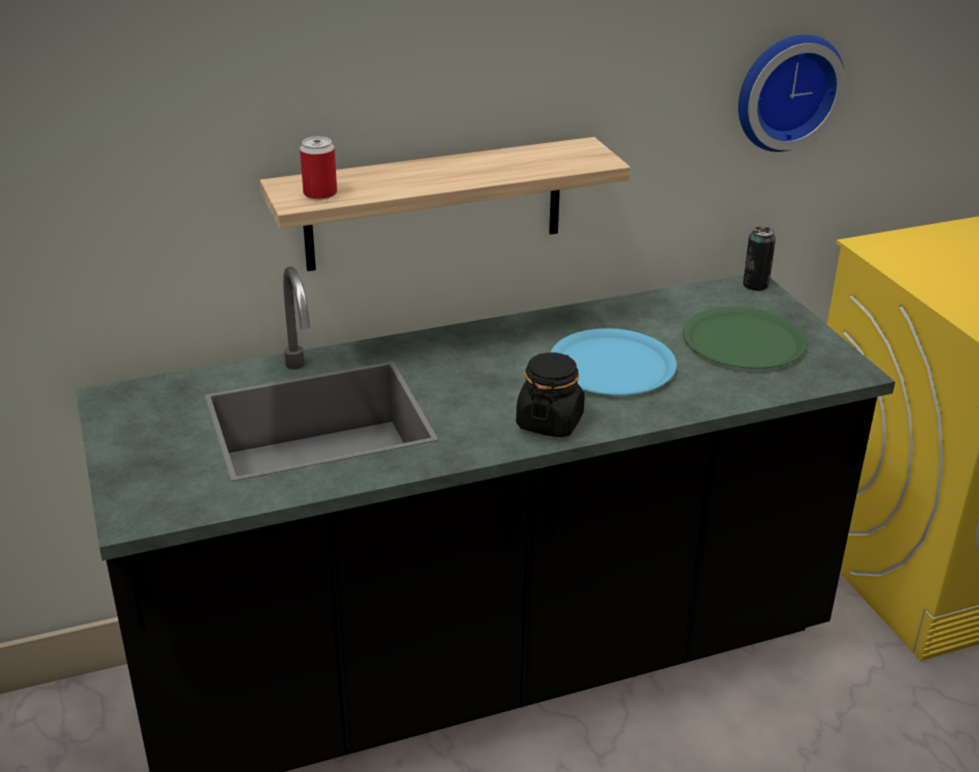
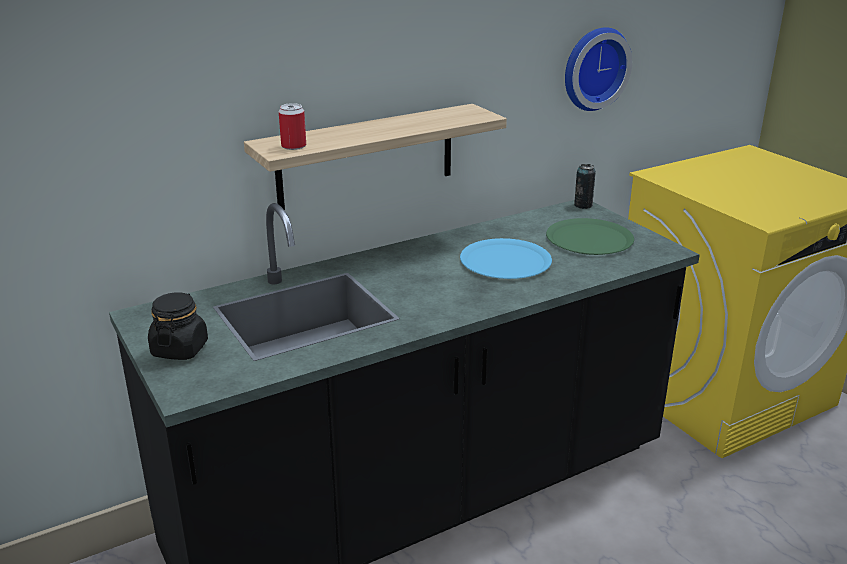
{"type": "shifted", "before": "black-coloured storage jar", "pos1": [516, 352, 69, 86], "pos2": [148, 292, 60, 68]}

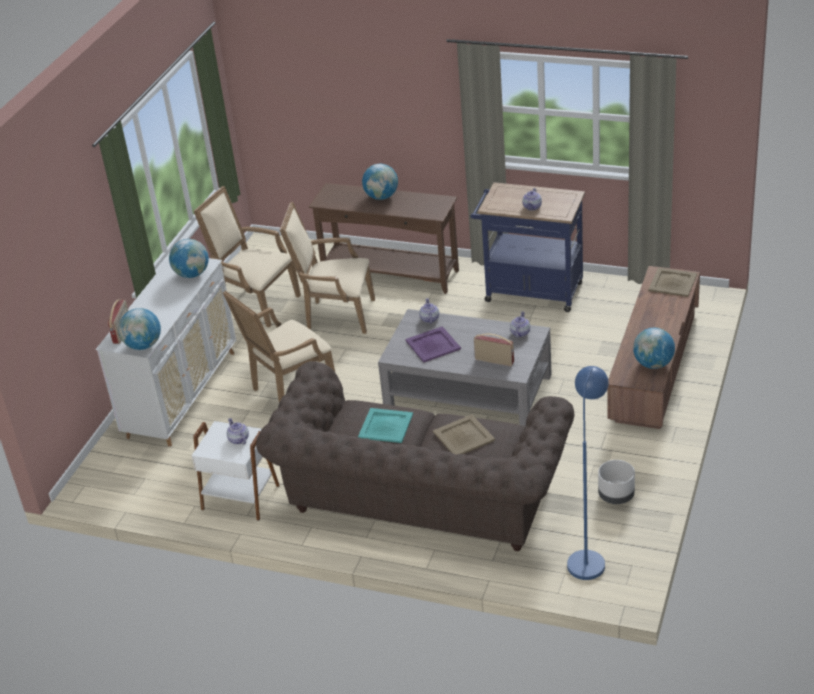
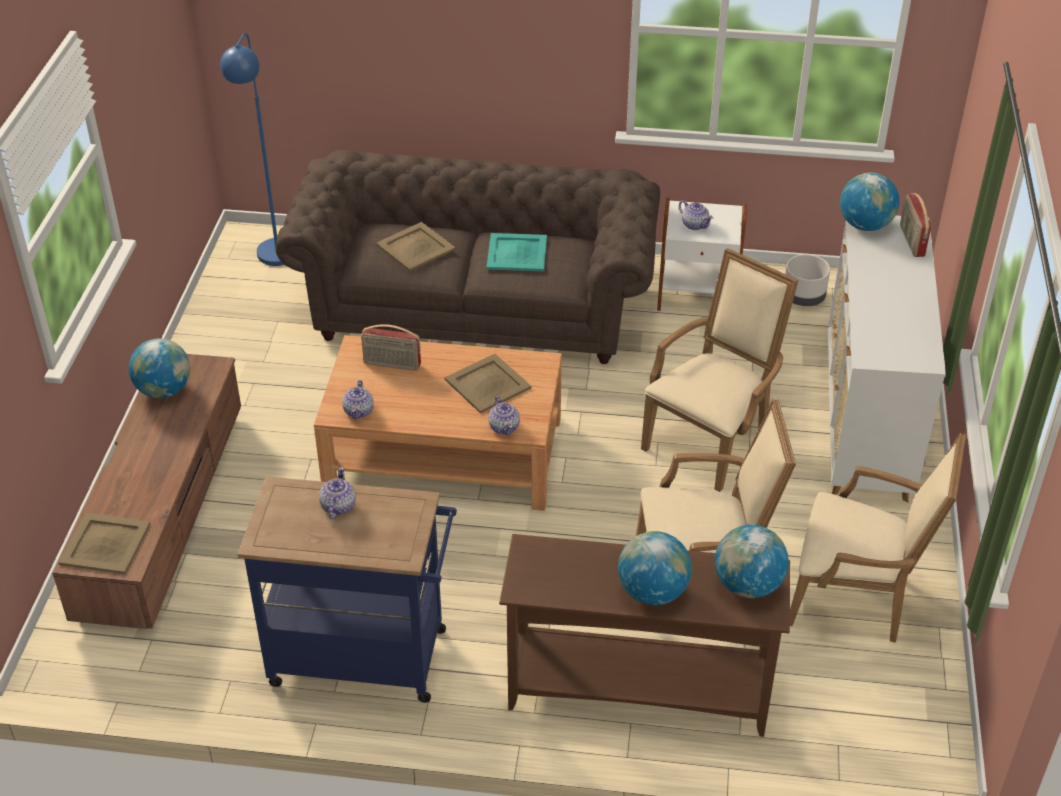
{"type": "repainted", "before": "greyish lounge table", "after": "brownish lounge table", "pos1": [378, 309, 174, 117], "pos2": [314, 335, 248, 176]}
{"type": "repainted", "before": "purple-coloured tray", "after": "sand-coloured tray", "pos1": [405, 326, 56, 37], "pos2": [444, 354, 87, 59]}
{"type": "shifted", "before": "globe", "pos1": [169, 239, 40, 39], "pos2": [715, 525, 74, 73]}
{"type": "shifted", "before": "greyish plant pot", "pos1": [598, 460, 37, 44], "pos2": [785, 254, 45, 52]}

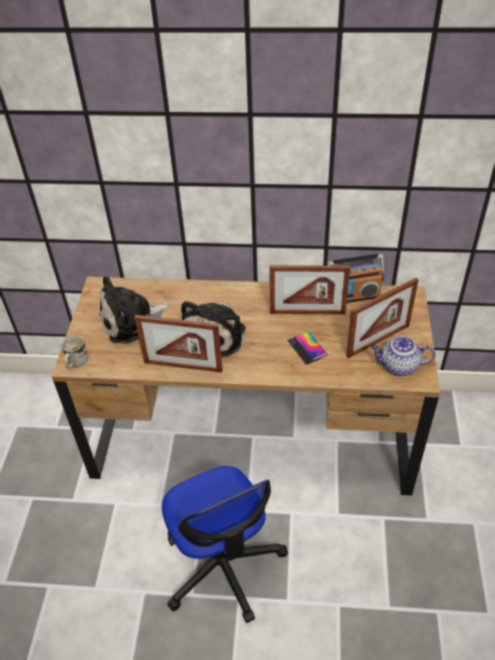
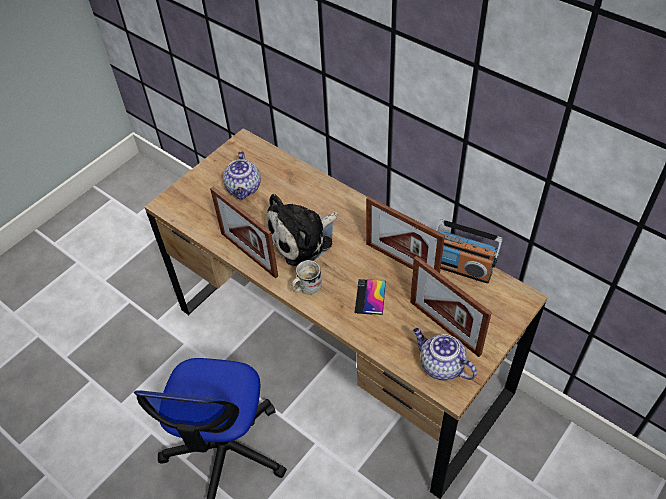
{"type": "swapped", "before": "cuddly toy", "after": "tea pot", "pos1": [99, 276, 71, 68], "pos2": [223, 151, 38, 49]}
{"type": "shifted", "before": "white coffee mug", "pos1": [61, 335, 27, 33], "pos2": [292, 260, 30, 35]}
{"type": "rotated", "before": "picture frame", "pos1": [346, 278, 73, 81], "pos2": [410, 256, 82, 101], "turn": 45}

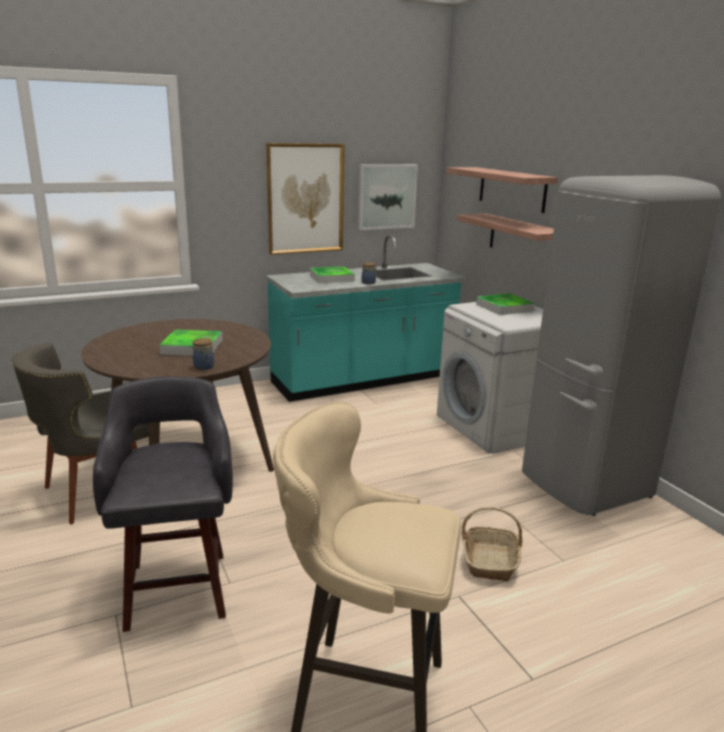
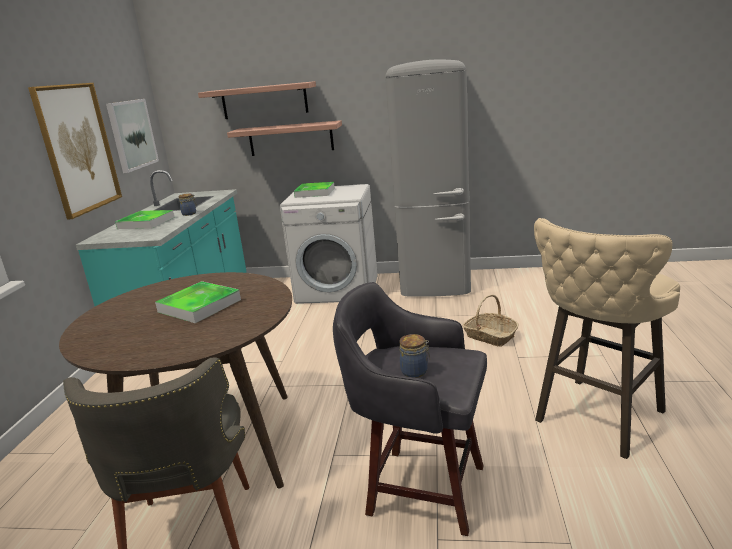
{"type": "shifted", "before": "storage jar", "pos1": [192, 338, 22, 32], "pos2": [399, 334, 31, 44]}

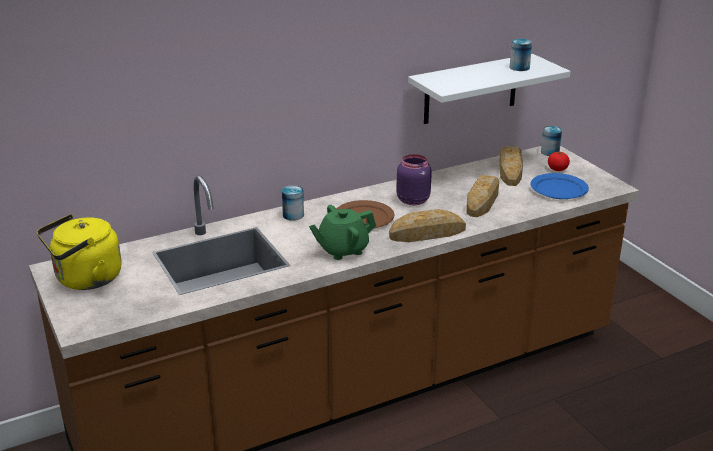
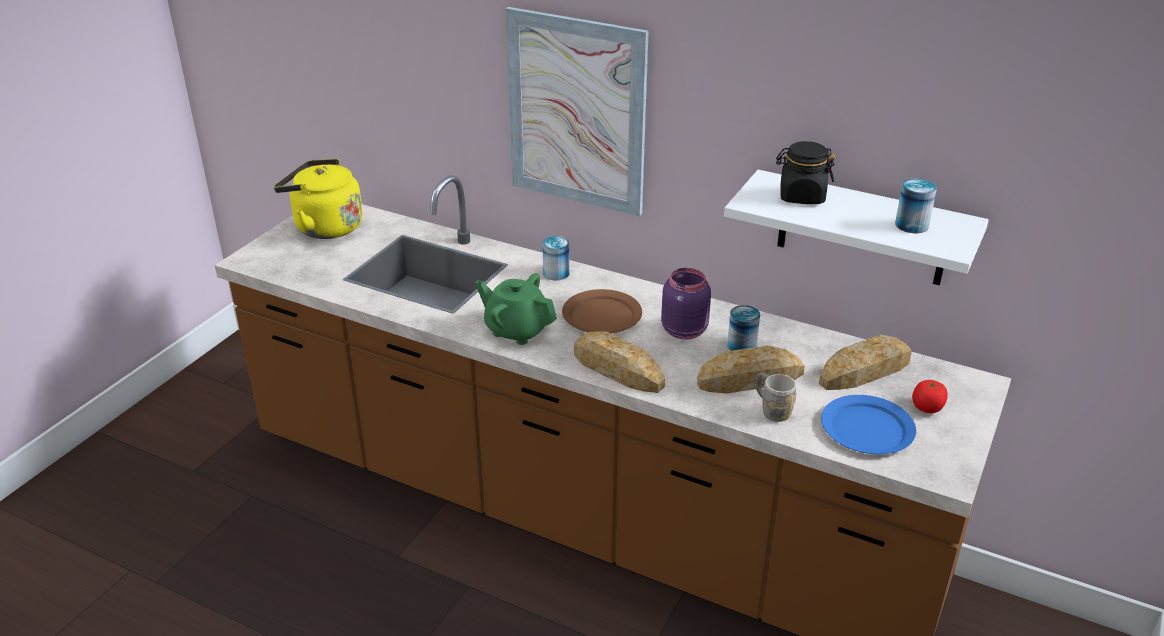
{"type": "new", "after": "wall art", "pos2": [505, 7, 144, 209]}
{"type": "shifted", "before": "can", "pos1": [541, 126, 21, 30], "pos2": [727, 305, 33, 46]}
{"type": "new", "after": "greyish coffee mug", "pos2": [756, 372, 40, 50]}
{"type": "new", "after": "black-coloured storage jar", "pos2": [776, 141, 59, 63]}

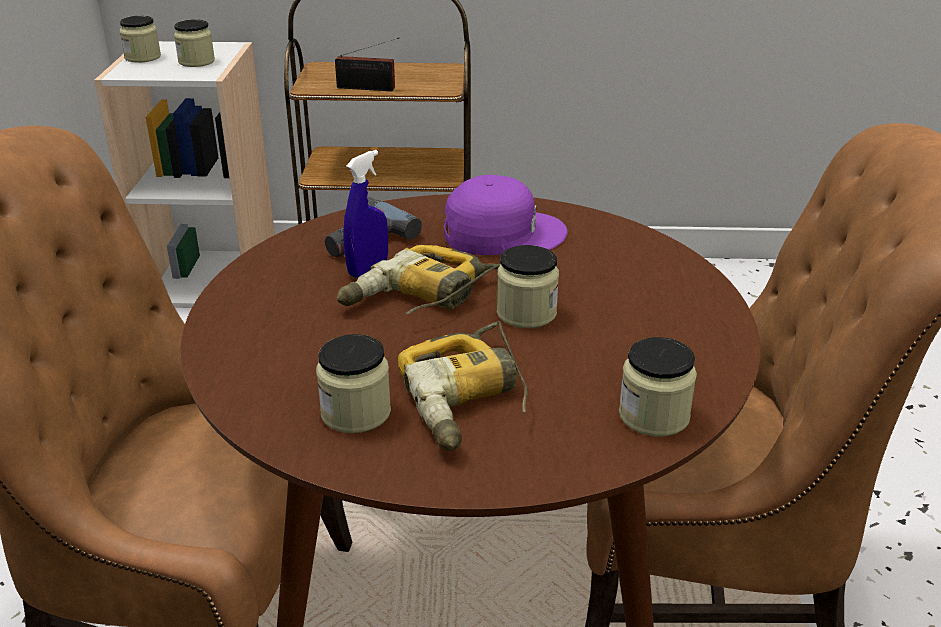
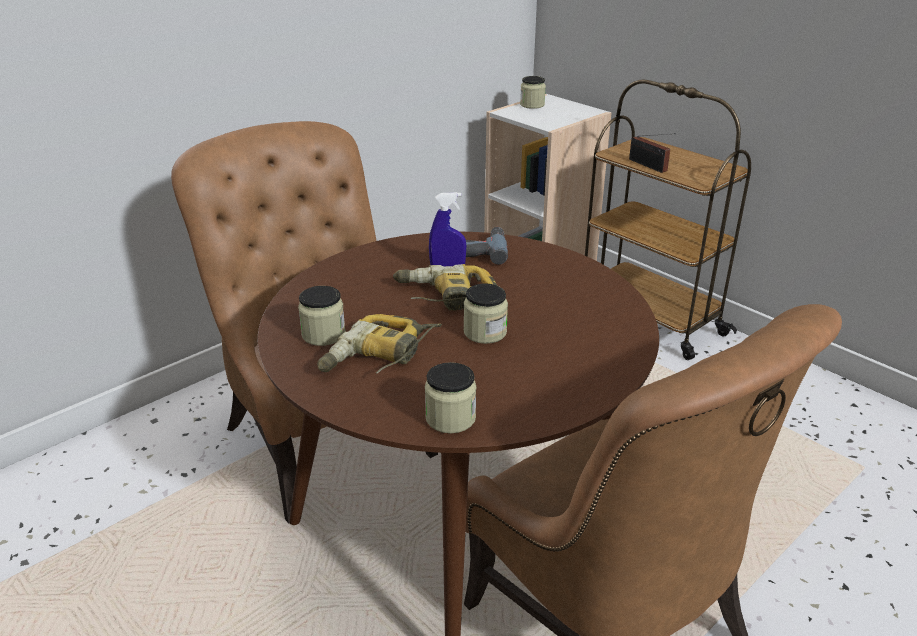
{"type": "gone", "before": "storage jar", "pos1": [174, 19, 41, 48]}
{"type": "gone", "before": "purple-coloured peaked cap", "pos1": [444, 175, 124, 80]}

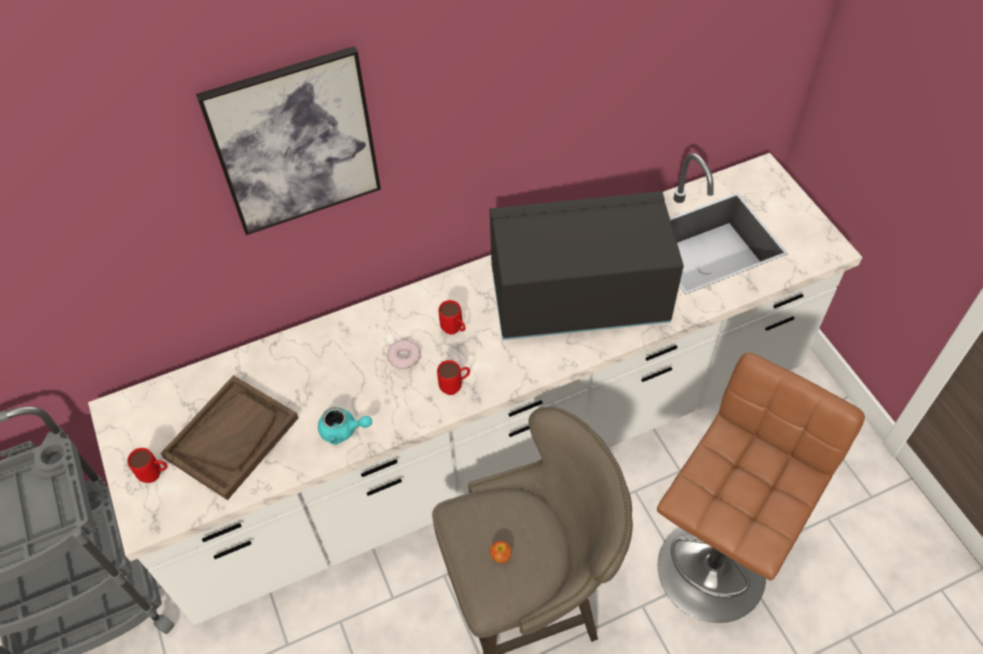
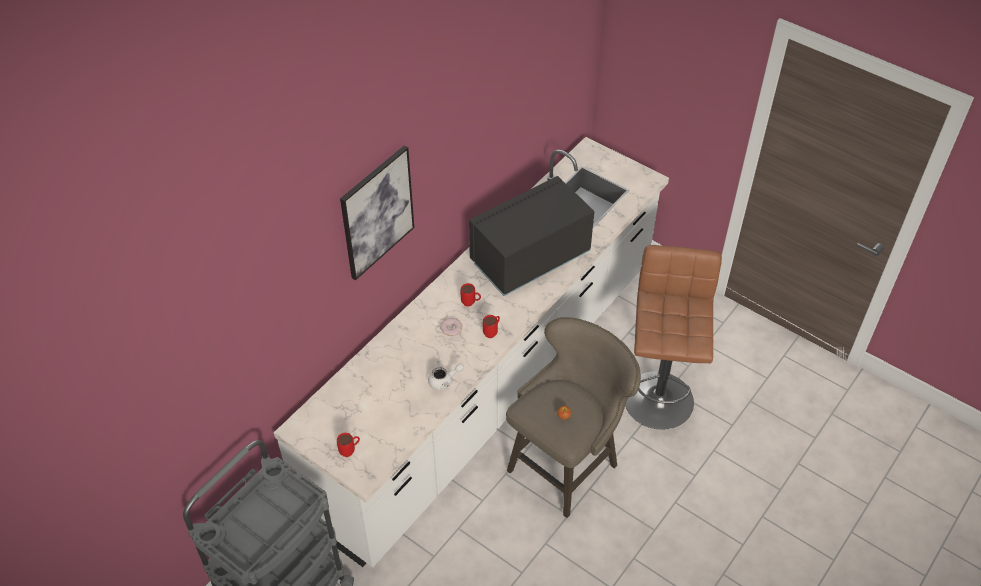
{"type": "repainted", "before": "turquoise tea pot", "after": "white tea pot", "pos1": [318, 407, 54, 38], "pos2": [428, 364, 36, 26]}
{"type": "gone", "before": "brownish tray", "pos1": [160, 375, 138, 125]}

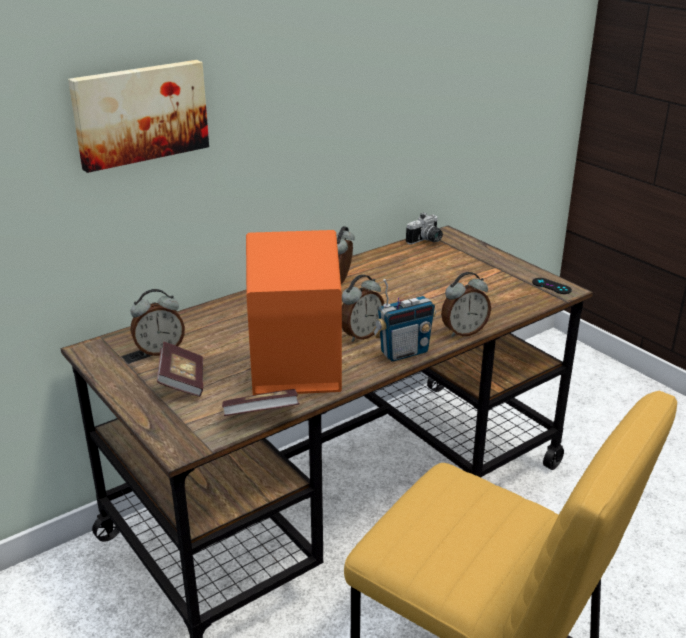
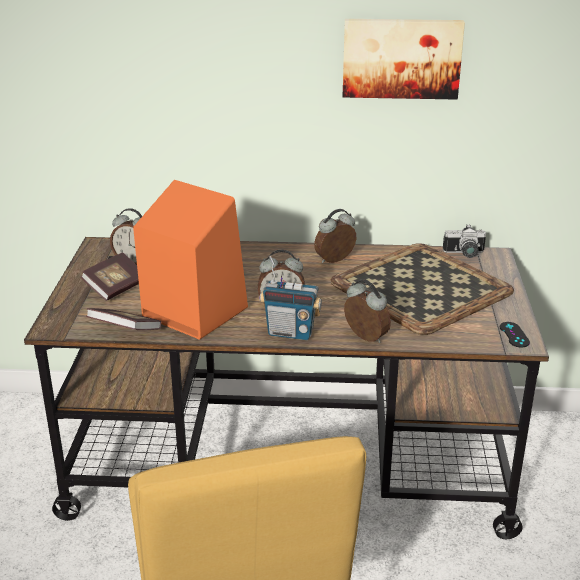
{"type": "new", "after": "tray", "pos2": [330, 243, 184, 92]}
{"type": "shifted", "before": "wall art", "pos1": [68, 60, 141, 113], "pos2": [343, 19, 122, 81]}
{"type": "rotated", "before": "bedside clock", "pos1": [441, 272, 50, 65], "pos2": [344, 279, 47, 64], "turn": -150}

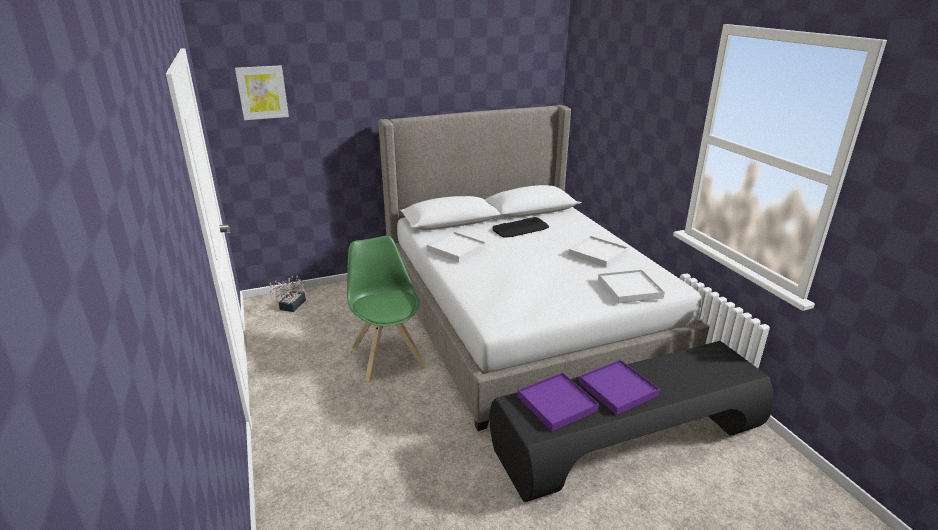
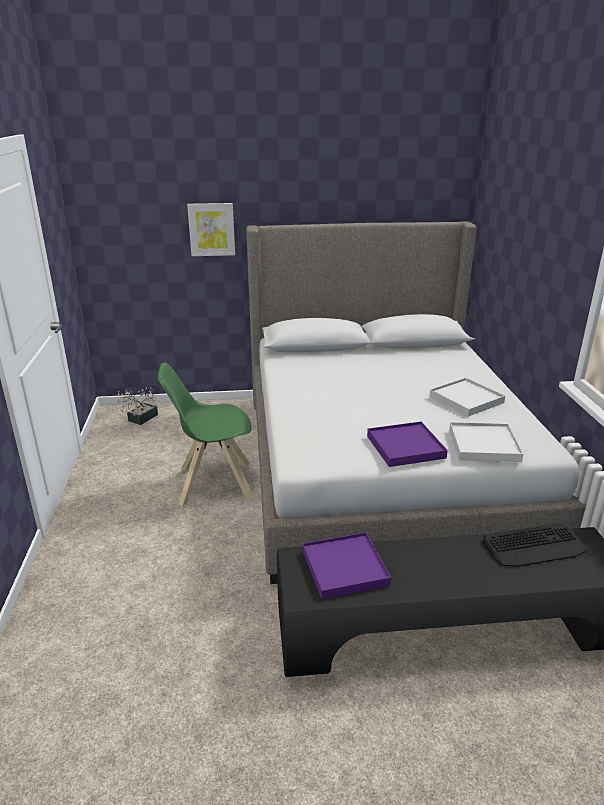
{"type": "rotated", "before": "green-coloured plain chair", "pos1": [347, 236, 80, 146], "pos2": [158, 362, 96, 144], "turn": -90}
{"type": "shifted", "before": "wall art", "pos1": [235, 65, 54, 55], "pos2": [187, 203, 48, 53]}
{"type": "shifted", "before": "purple-coloured tray", "pos1": [579, 360, 81, 55], "pos2": [367, 422, 81, 45]}
{"type": "shifted", "before": "computer keyboard", "pos1": [492, 217, 57, 21], "pos2": [483, 523, 103, 44]}
{"type": "gone", "before": "white tray", "pos1": [427, 232, 59, 30]}

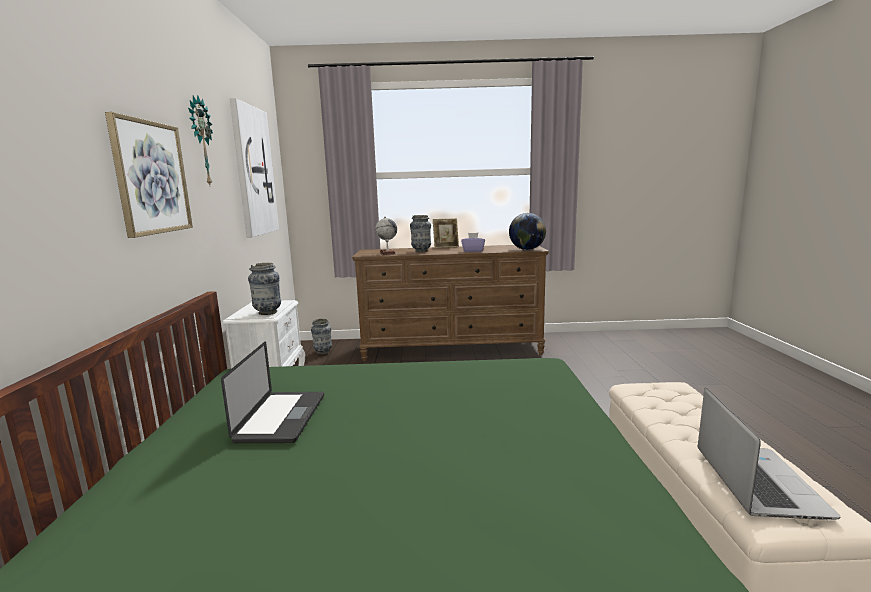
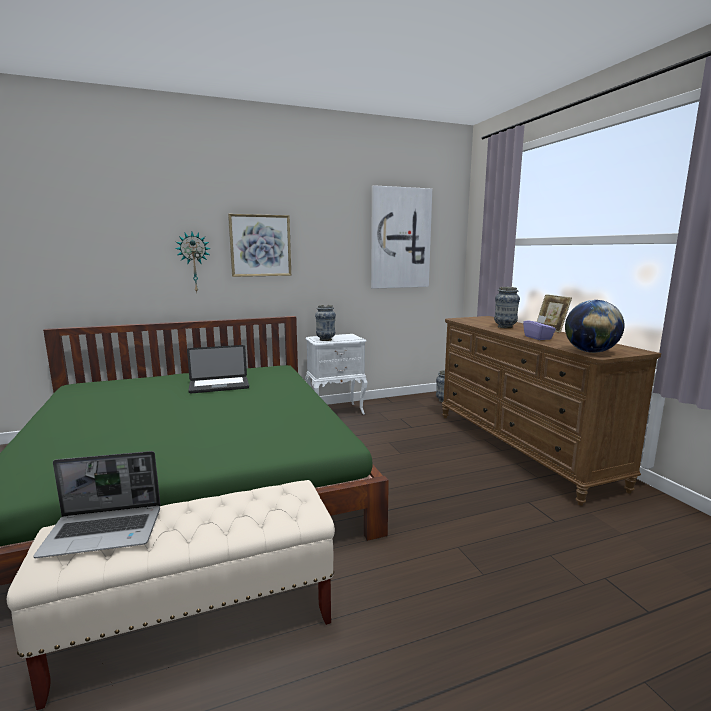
{"type": "shifted", "before": "hanging clock", "pos1": [188, 95, 25, 90], "pos2": [175, 232, 36, 60]}
{"type": "gone", "before": "globe", "pos1": [375, 217, 22, 38]}

